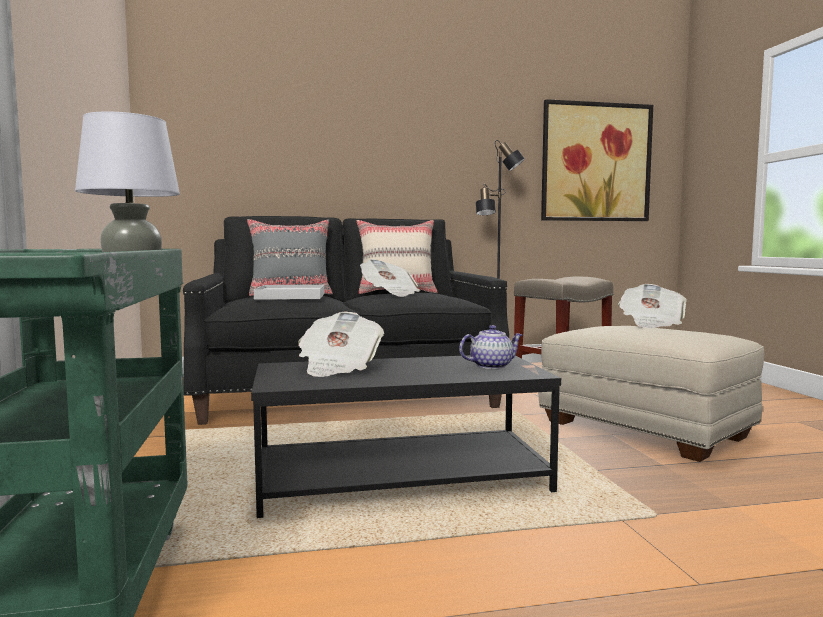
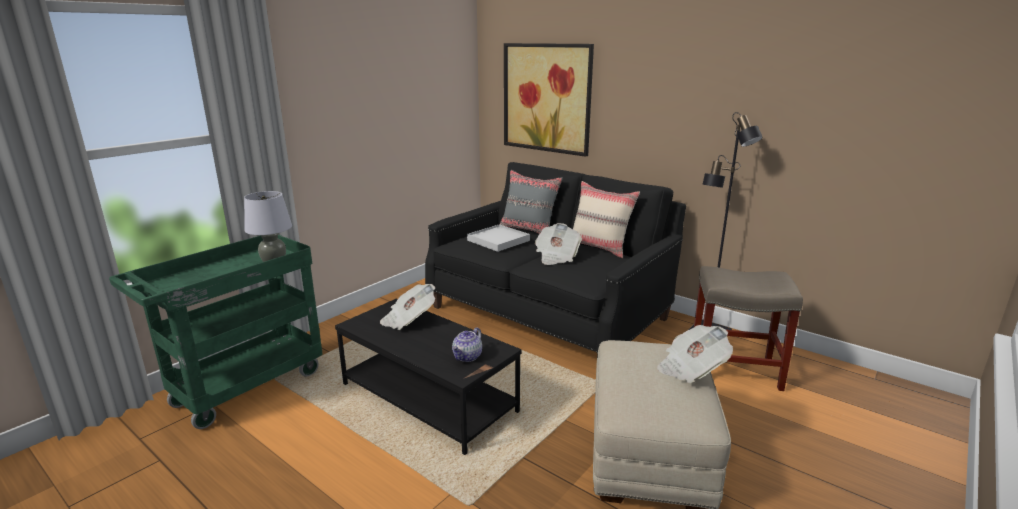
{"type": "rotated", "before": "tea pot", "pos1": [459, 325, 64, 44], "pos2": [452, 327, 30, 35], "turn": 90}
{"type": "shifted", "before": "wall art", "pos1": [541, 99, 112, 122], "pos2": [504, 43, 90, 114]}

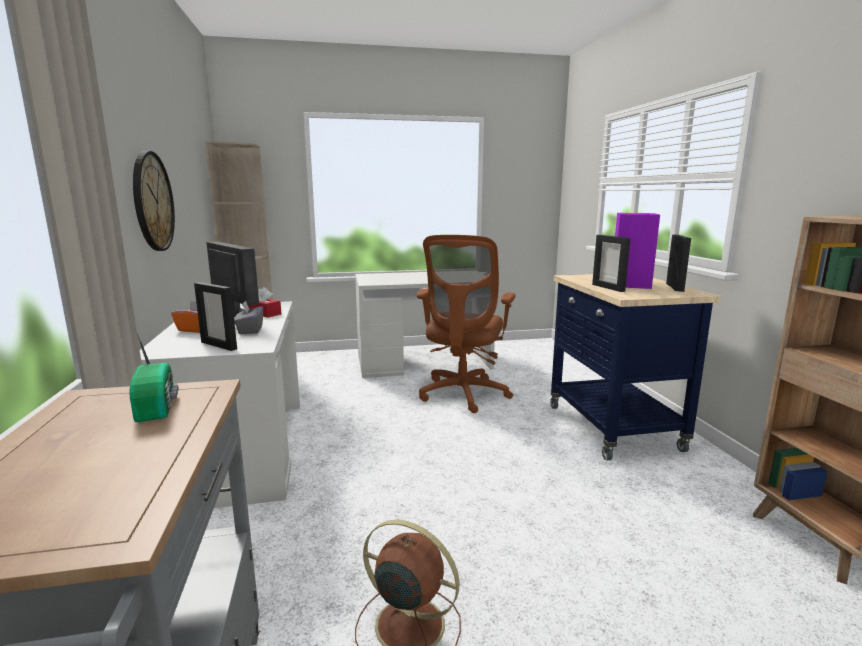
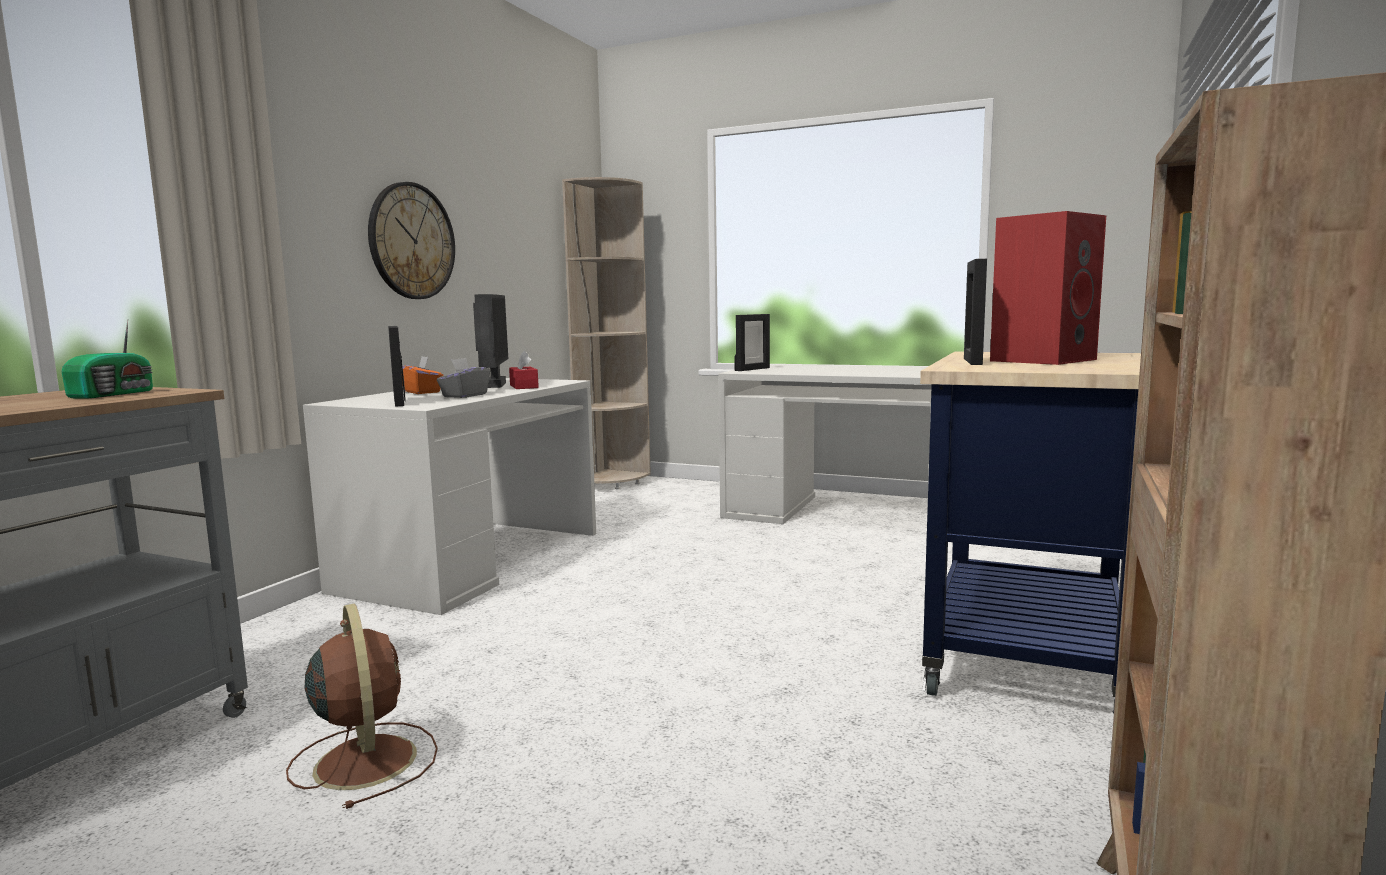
{"type": "shifted", "before": "picture frame", "pos1": [666, 235, 25, 57], "pos2": [735, 314, 35, 57]}
{"type": "repainted", "before": "purple-coloured audio speaker", "after": "red-coloured audio speaker", "pos1": [615, 213, 45, 76], "pos2": [990, 211, 116, 154]}
{"type": "gone", "before": "brownish desk chair", "pos1": [417, 235, 98, 178]}

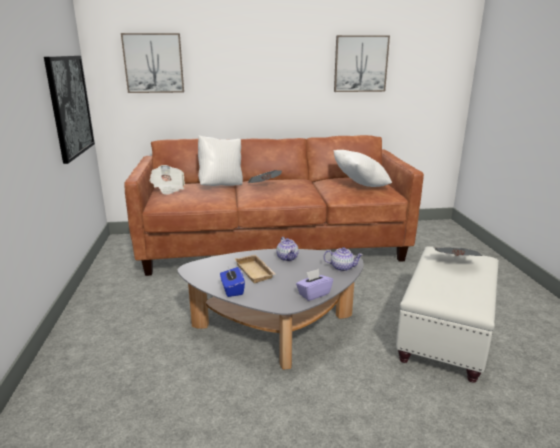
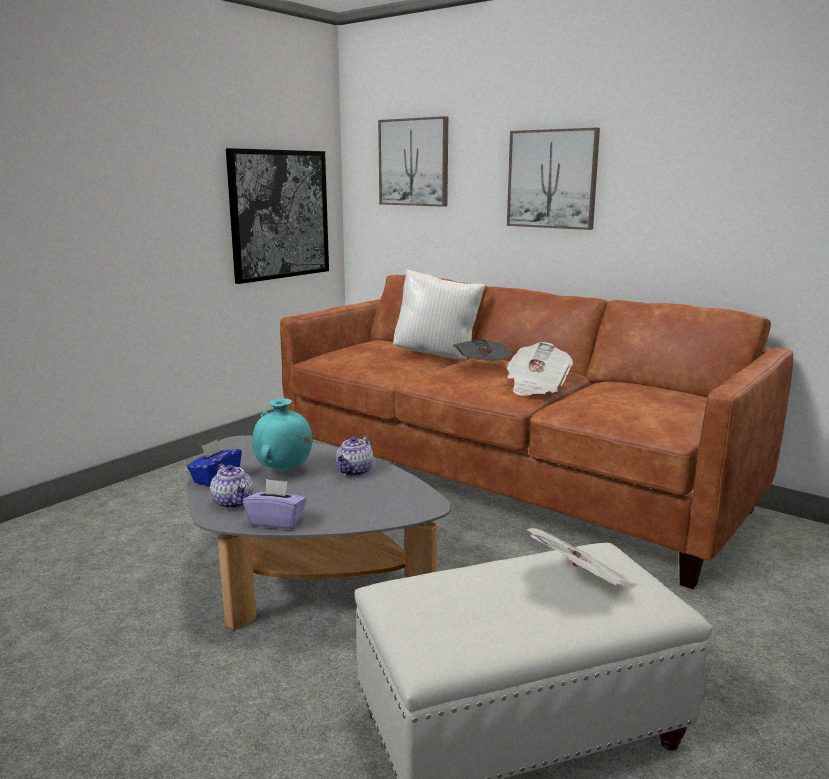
{"type": "shifted", "before": "tea pot", "pos1": [324, 247, 39, 25], "pos2": [210, 464, 43, 45]}
{"type": "swapped", "before": "sand-coloured tray", "after": "turquoise decorative vase", "pos1": [235, 255, 41, 29], "pos2": [252, 398, 60, 74]}
{"type": "shifted", "before": "printed paper", "pos1": [149, 165, 36, 30], "pos2": [506, 342, 67, 54]}
{"type": "shifted", "before": "wall art", "pos1": [334, 35, 56, 57], "pos2": [507, 128, 93, 102]}
{"type": "gone", "before": "white pillow", "pos1": [333, 150, 59, 37]}

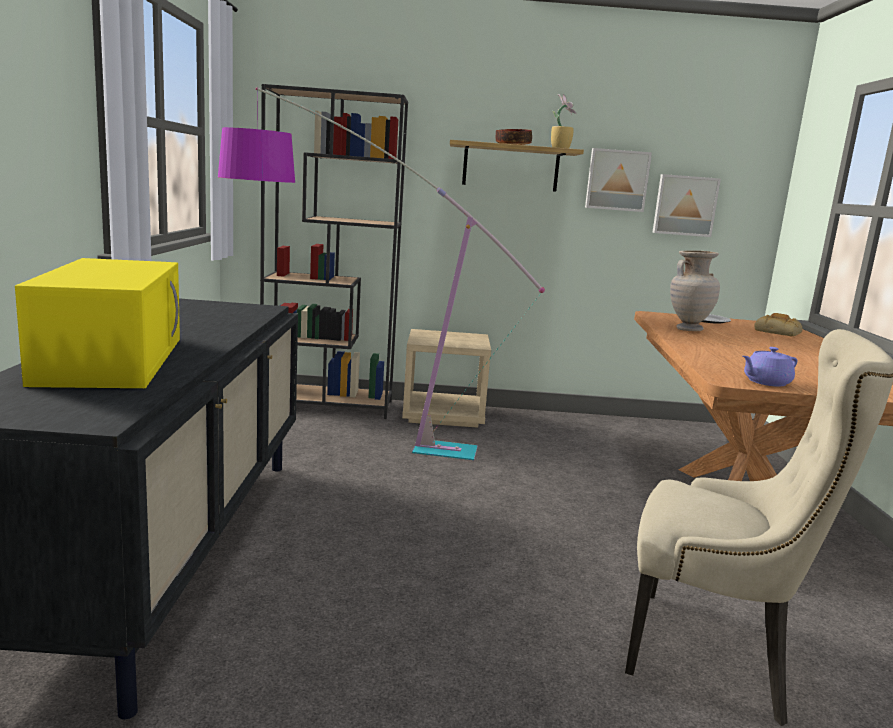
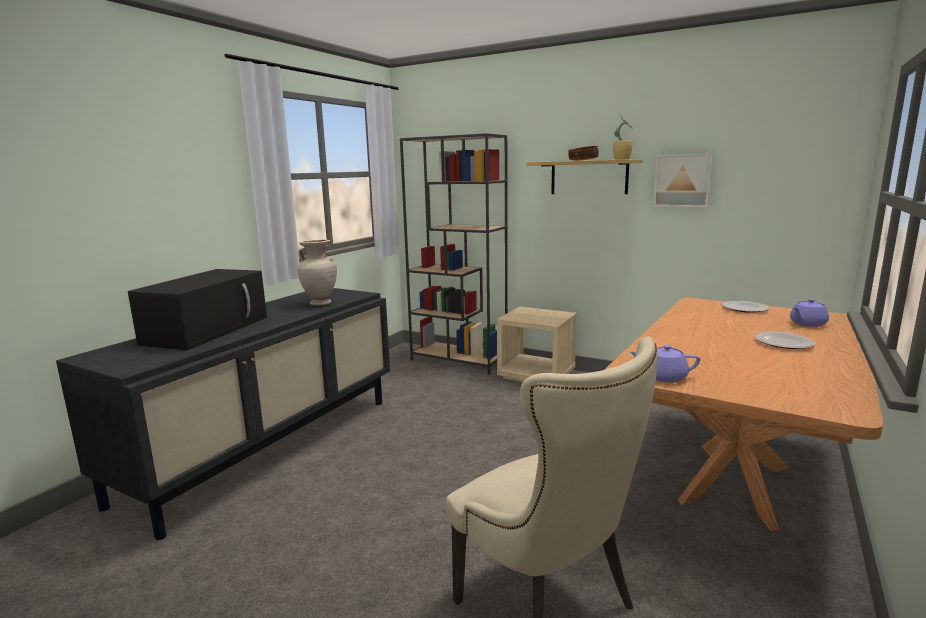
{"type": "repainted", "before": "yellow microwave", "after": "black-coloured microwave", "pos1": [15, 258, 165, 130], "pos2": [128, 269, 139, 81]}
{"type": "shifted", "before": "sand-coloured decorative vase", "pos1": [670, 250, 50, 81], "pos2": [297, 240, 40, 66]}
{"type": "new", "after": "plate", "pos2": [755, 332, 60, 17]}
{"type": "swapped", "before": "bakery bread", "after": "purple-coloured tea pot", "pos1": [754, 313, 49, 23], "pos2": [790, 299, 39, 28]}
{"type": "gone", "before": "standard lamp", "pos1": [218, 87, 327, 373]}
{"type": "gone", "before": "wall art", "pos1": [652, 174, 69, 63]}

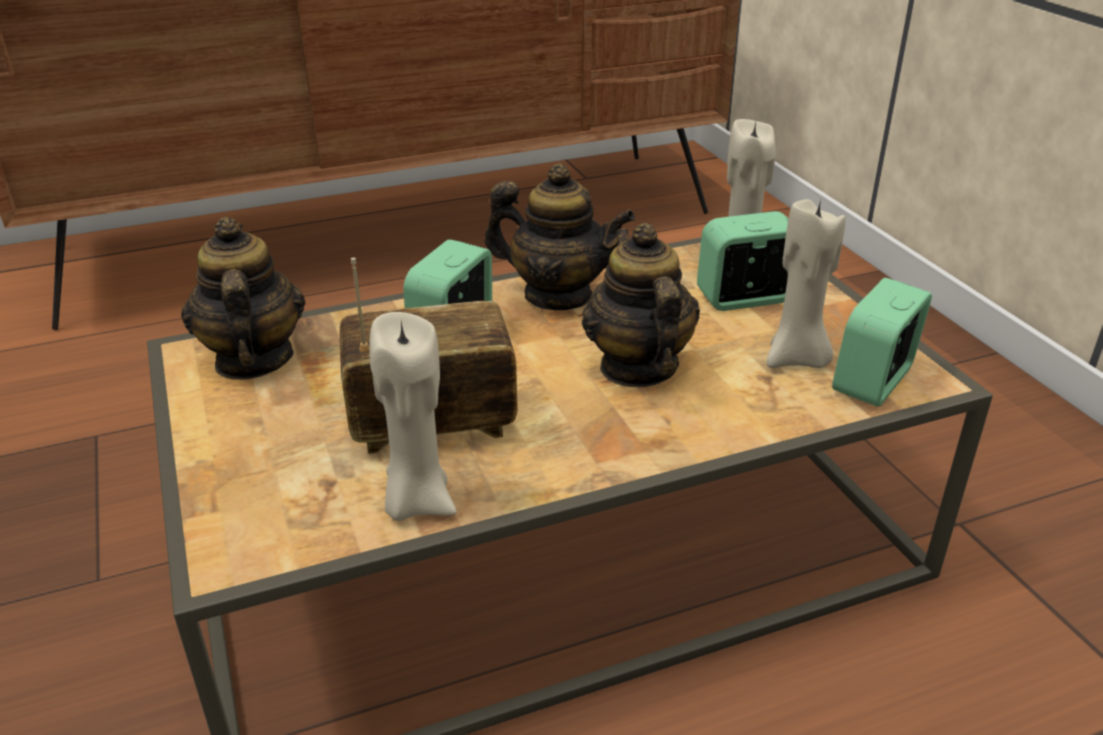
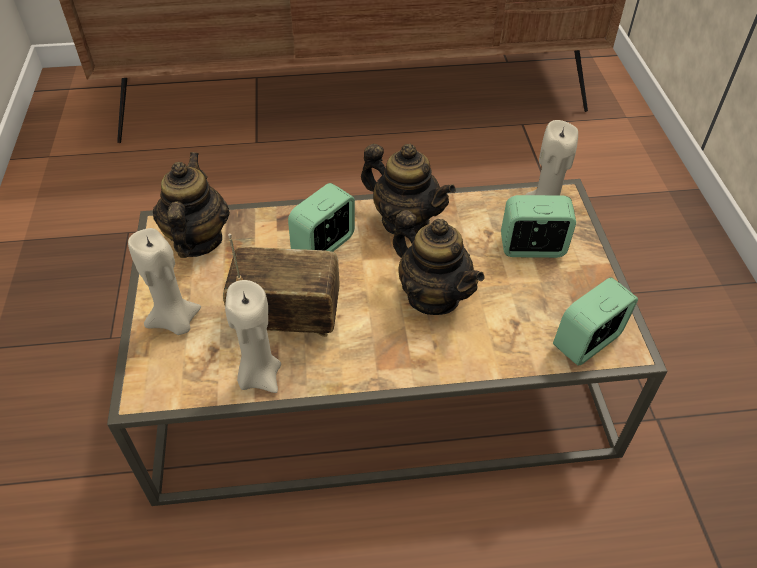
{"type": "shifted", "before": "sand-coloured candle", "pos1": [767, 199, 79, 169], "pos2": [128, 228, 73, 107]}
{"type": "rotated", "before": "tea pot", "pos1": [582, 223, 118, 164], "pos2": [393, 210, 92, 105], "turn": 135}

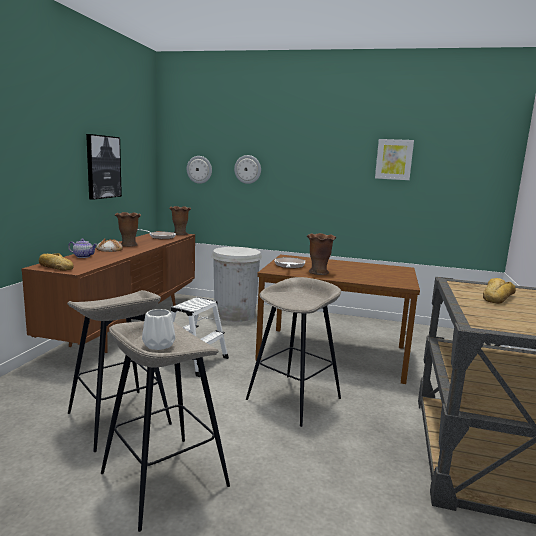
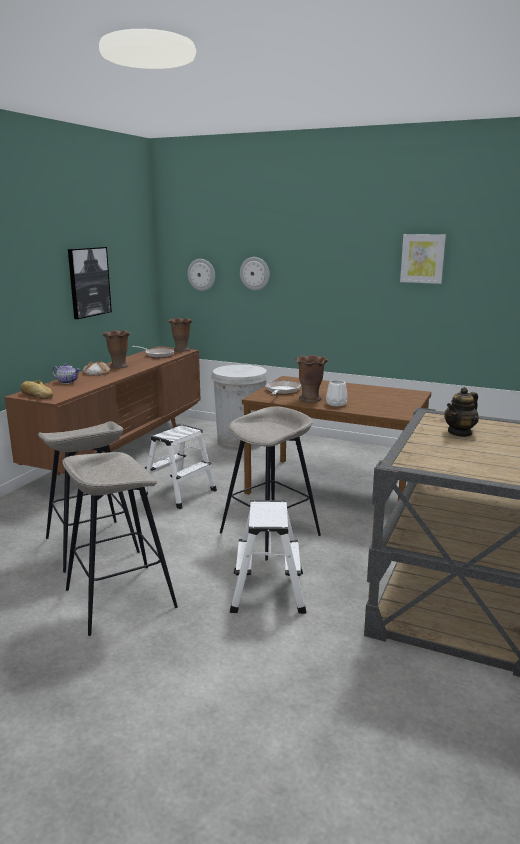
{"type": "new", "after": "white stepladder", "pos2": [230, 500, 77, 114]}
{"type": "shifted", "before": "white decorative vase", "pos1": [142, 309, 33, 41], "pos2": [326, 380, 22, 27]}
{"type": "swapped", "before": "bakery bread", "after": "tea pot", "pos1": [483, 278, 33, 26], "pos2": [444, 387, 35, 50]}

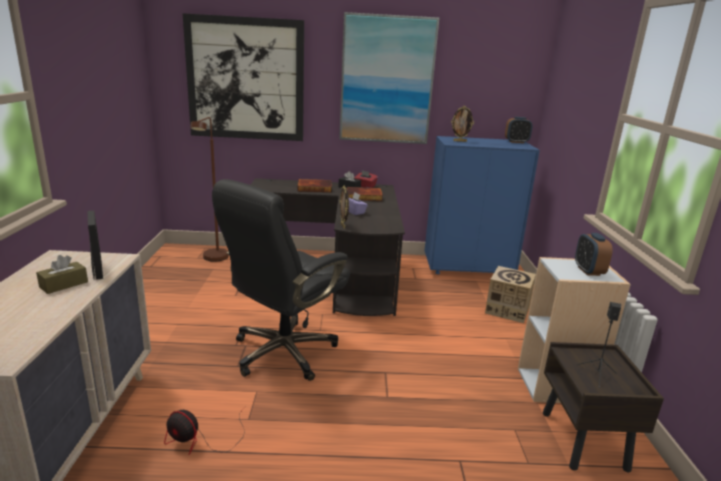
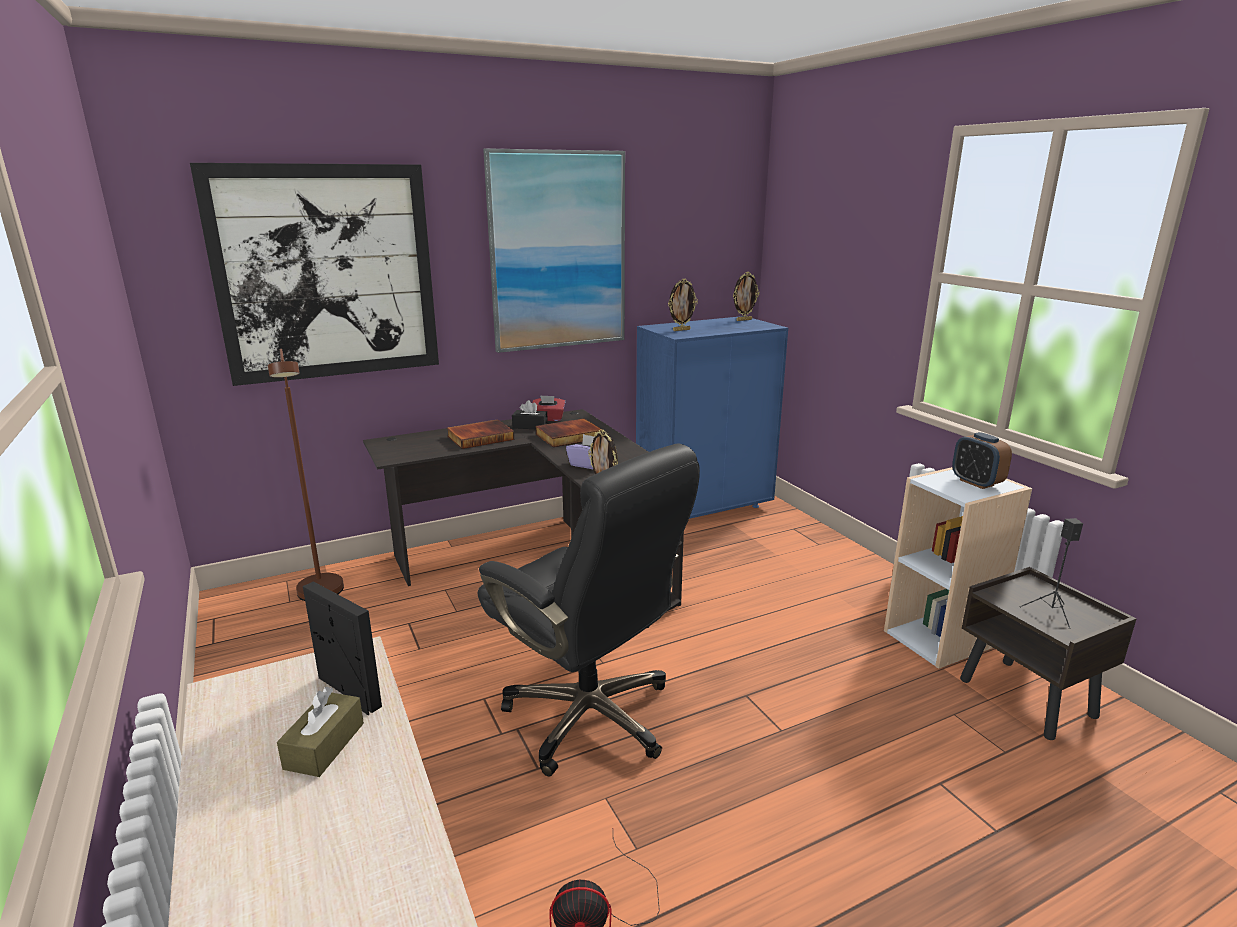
{"type": "rotated", "before": "black-coloured desk chair", "pos1": [212, 179, 138, 202], "pos2": [478, 444, 222, 332], "turn": -60}
{"type": "swapped", "before": "bedside clock", "after": "picture frame", "pos1": [505, 117, 28, 26], "pos2": [733, 272, 26, 49]}
{"type": "gone", "before": "carton", "pos1": [485, 266, 51, 57]}

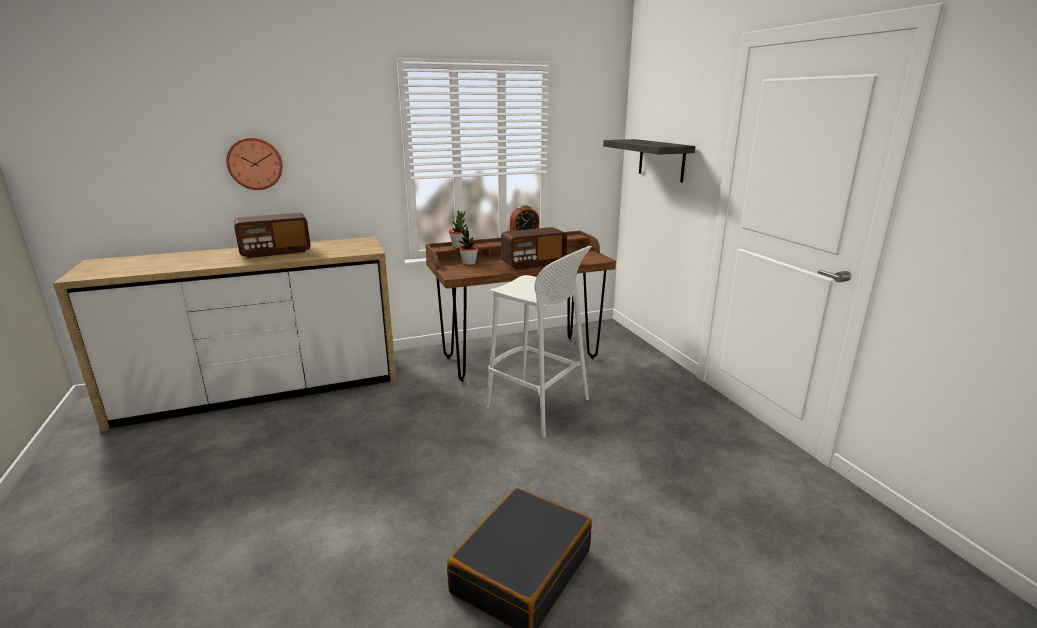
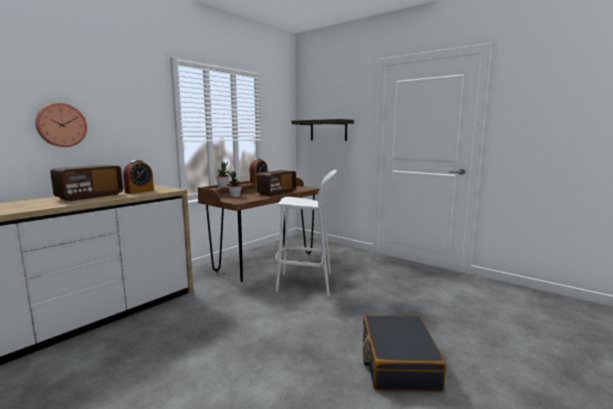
{"type": "new", "after": "bedside clock", "pos2": [123, 160, 31, 34]}

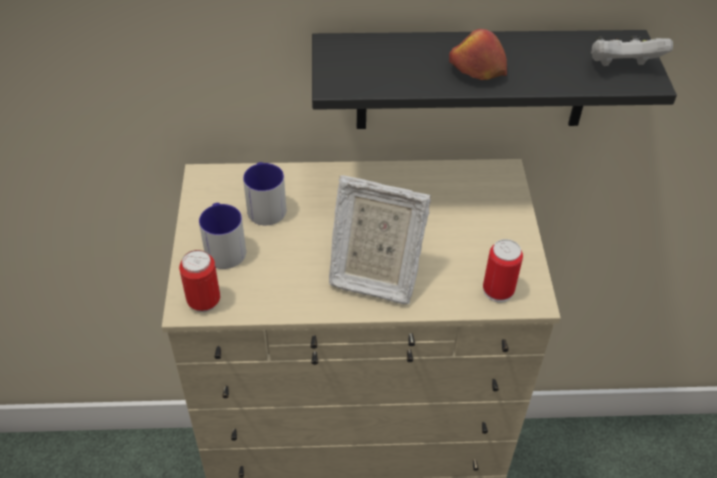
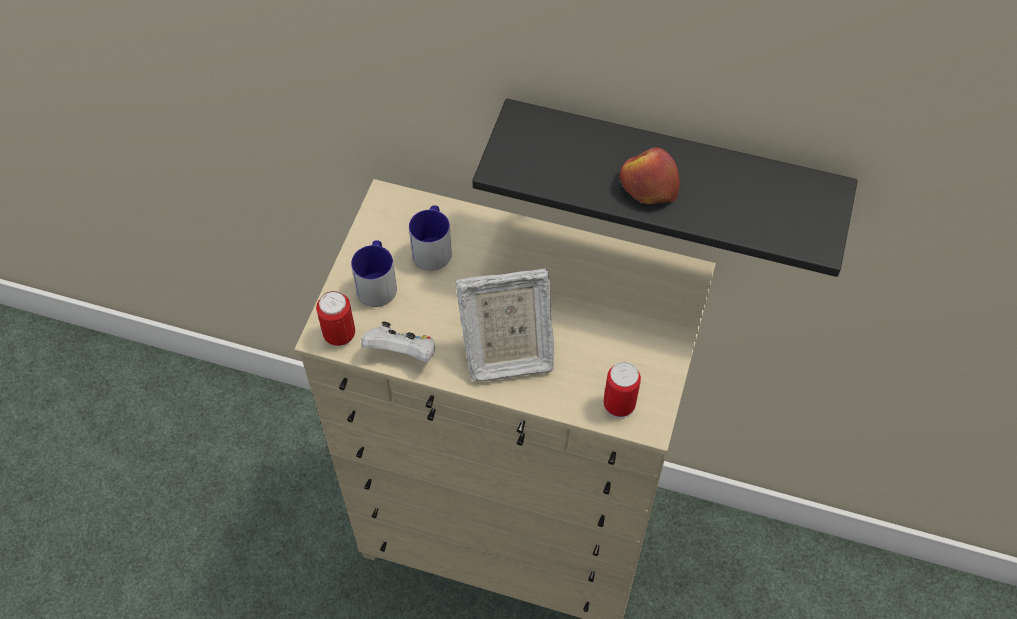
{"type": "shifted", "before": "white game controller", "pos1": [591, 36, 82, 30], "pos2": [361, 321, 74, 41]}
{"type": "rotated", "before": "picture frame", "pos1": [329, 176, 102, 128], "pos2": [455, 268, 99, 113], "turn": -45}

